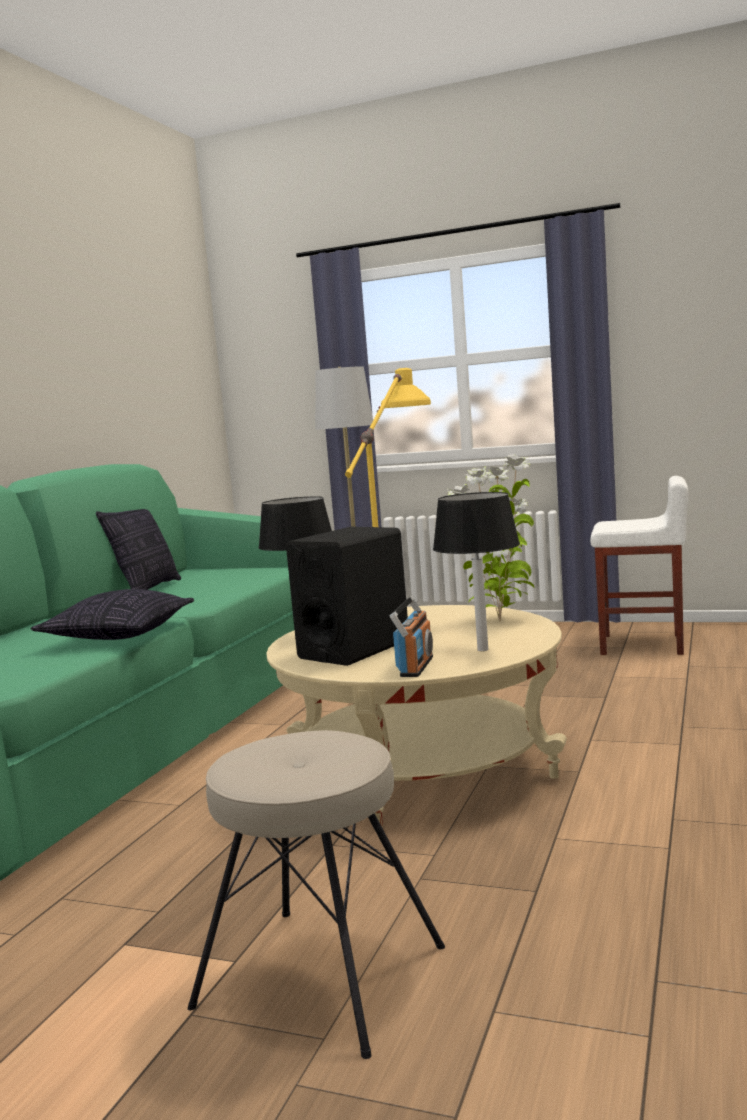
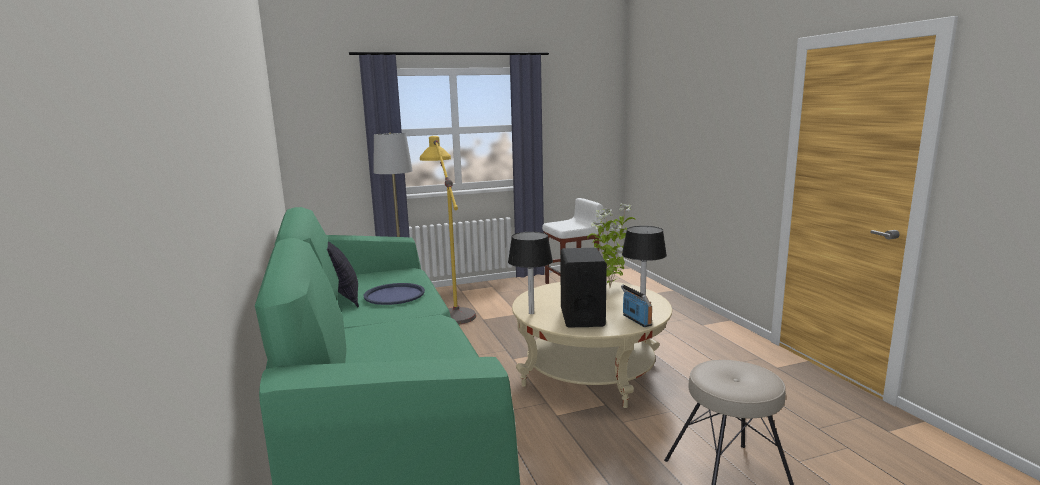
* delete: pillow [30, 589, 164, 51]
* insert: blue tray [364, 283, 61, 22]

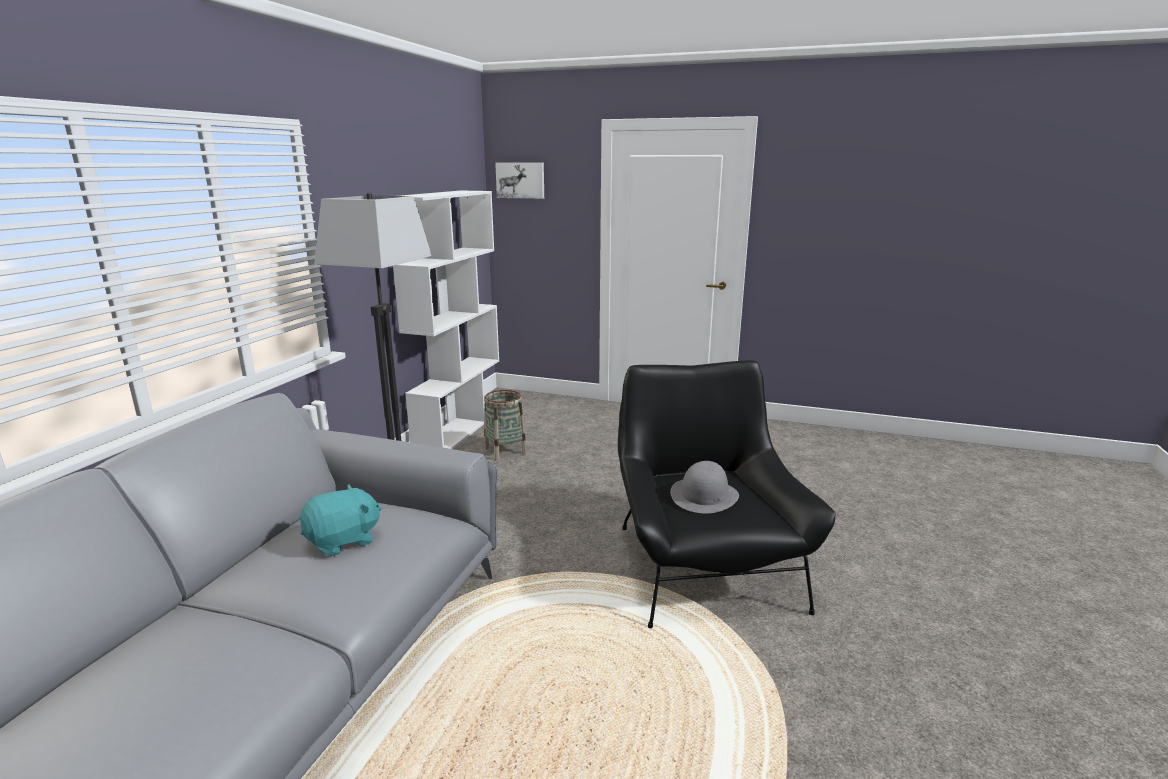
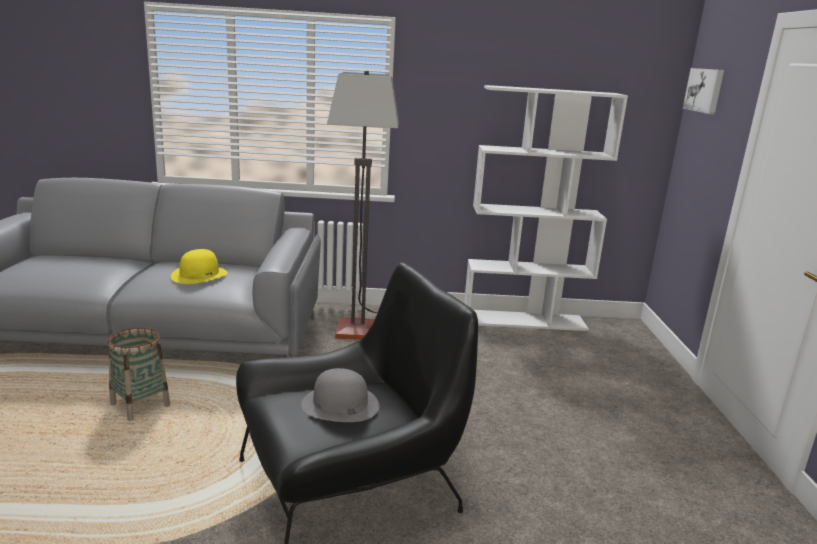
* move: basket [484, 390, 43, 70] to [108, 327, 62, 94]
* replace: turquoise plush toy [300, 484, 82, 72] to yellow hat [171, 249, 56, 35]

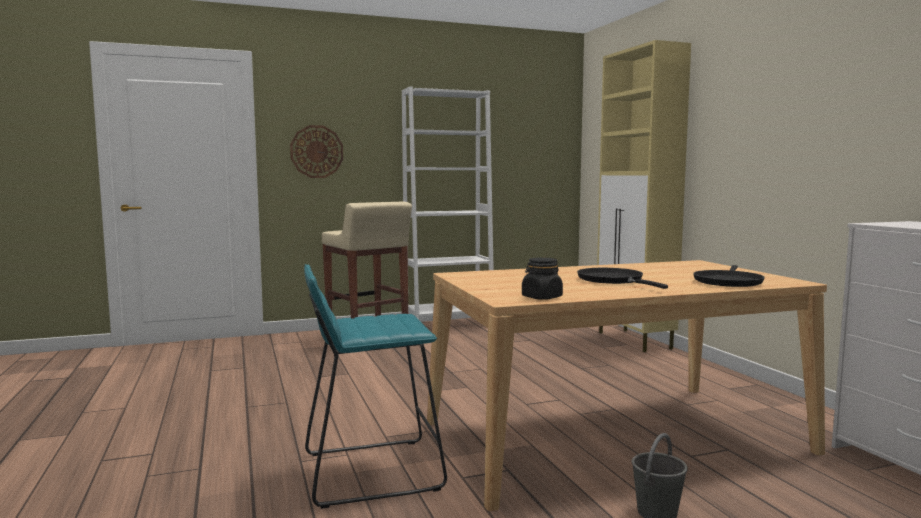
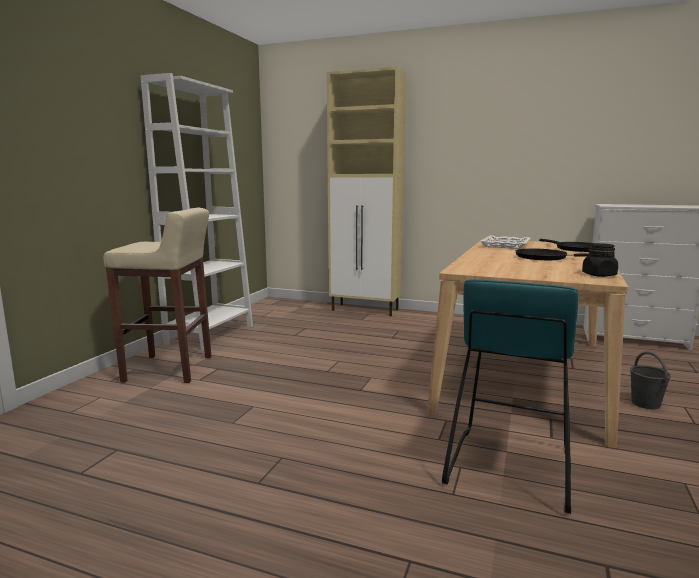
* delete: wall clock [290, 125, 53, 53]
* insert: white tray [480, 235, 51, 14]

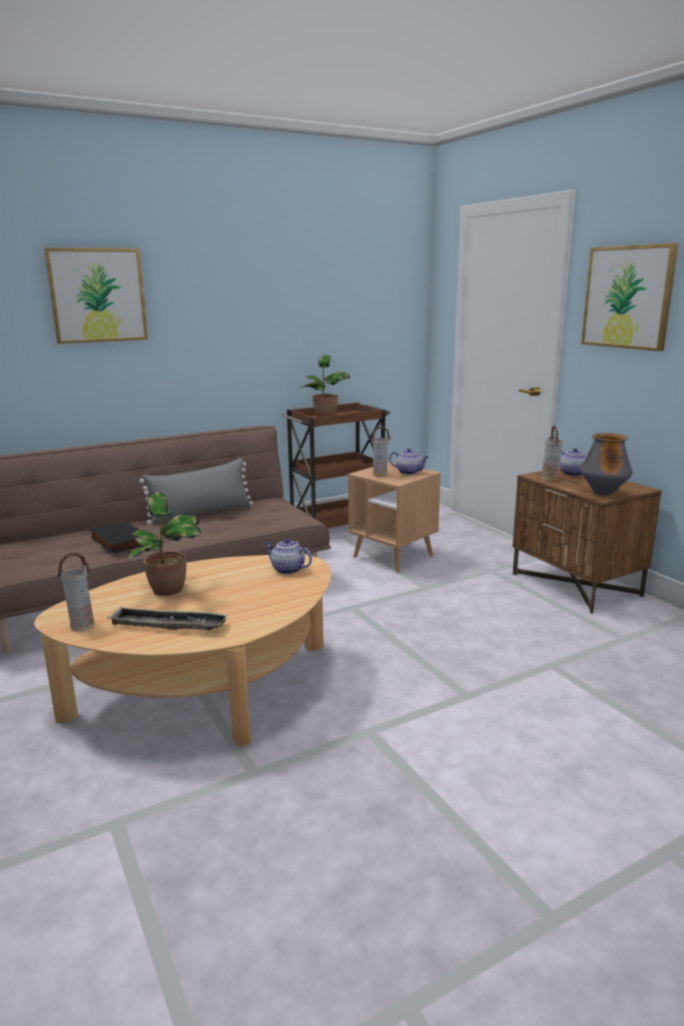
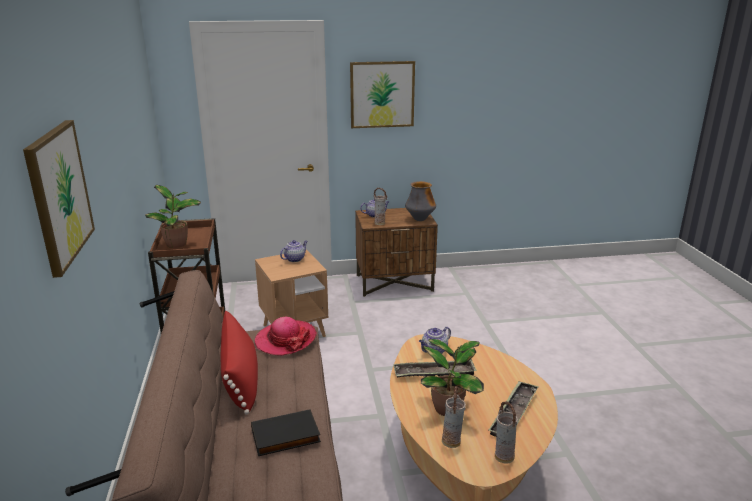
* insert: hat [255, 317, 62, 39]
* insert: tray [393, 359, 84, 19]
* move: vase [371, 426, 20, 51] to [442, 386, 24, 62]
* recolor: grey pillow [139, 458, 114, 67] to red pillow [221, 310, 37, 105]

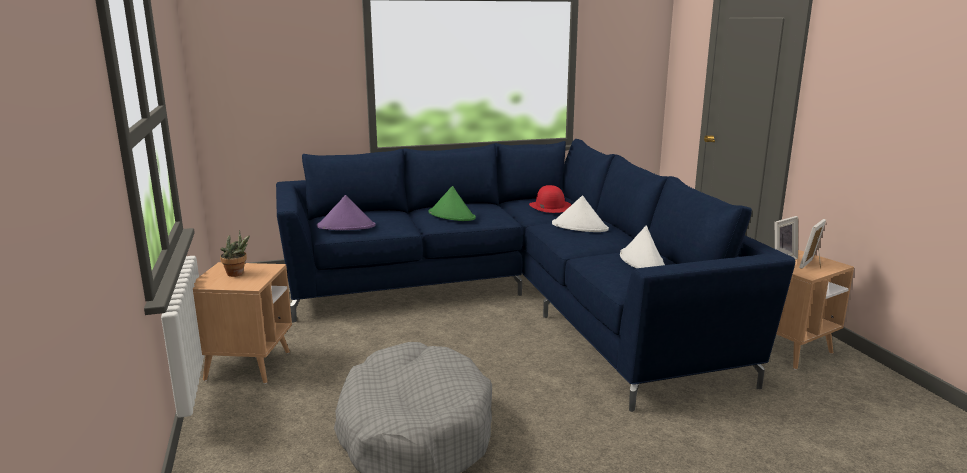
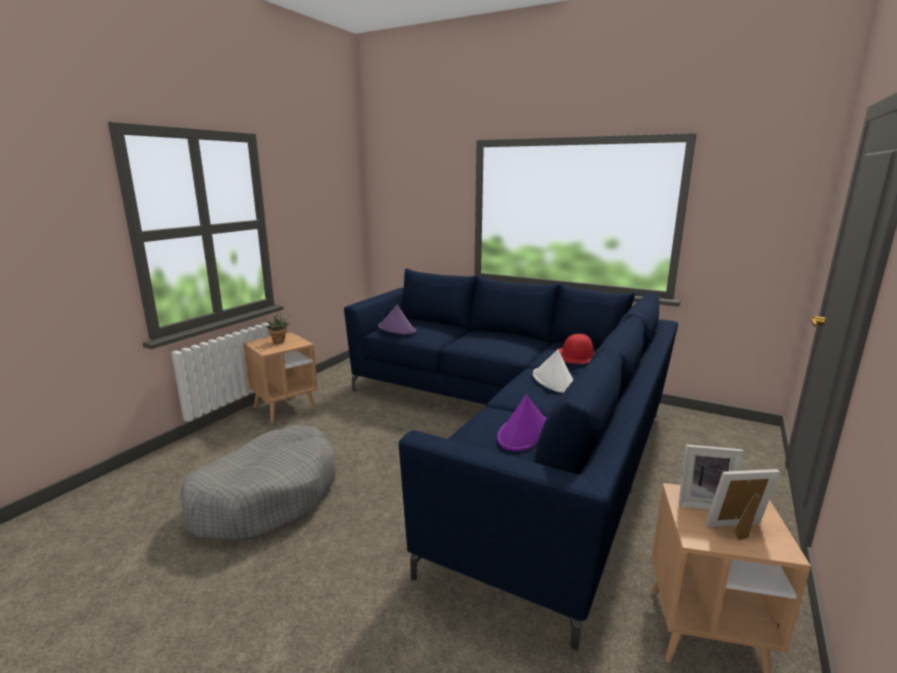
* delete: green hat [429, 186, 47, 35]
* recolor: white hat [620, 226, 45, 42] to purple hat [497, 394, 49, 57]

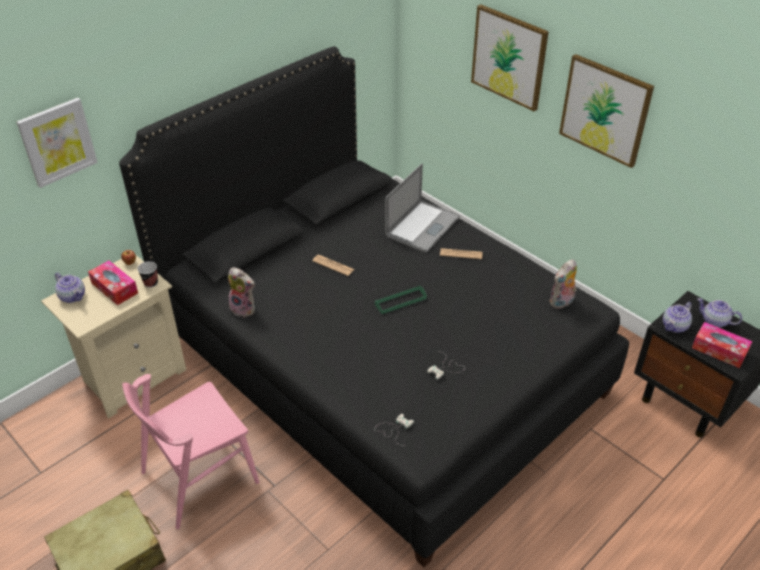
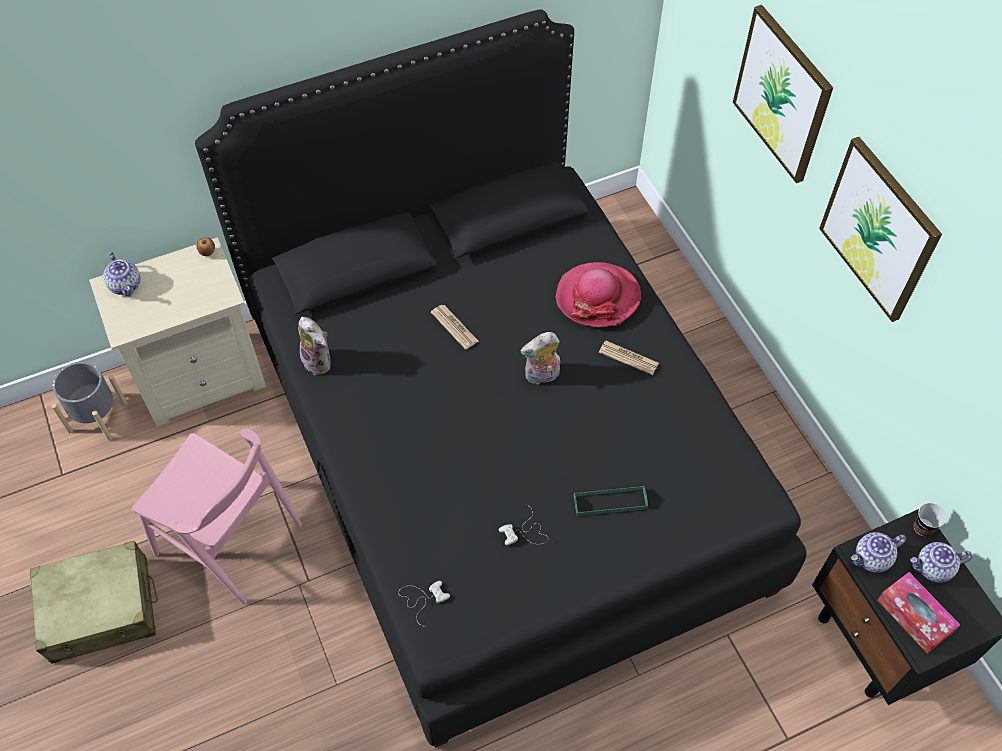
* delete: picture [17, 98, 81, 90]
* delete: tissue box [88, 261, 50, 44]
* insert: grey planter [51, 362, 76, 78]
* move: cup [137, 261, 21, 27] to [914, 503, 32, 33]
* move: green tray [375, 286, 52, 28] to [574, 486, 74, 30]
* move: plush toy [549, 259, 28, 50] to [520, 332, 40, 53]
* replace: laptop [385, 164, 75, 89] to hat [556, 262, 85, 65]
* rotate: pink chair [122, 374, 137, 155] = [132, 428, 170, 176] 135 degrees counterclockwise
* rotate: teapot [697, 298, 45, 30] = [910, 542, 62, 41] 60 degrees counterclockwise

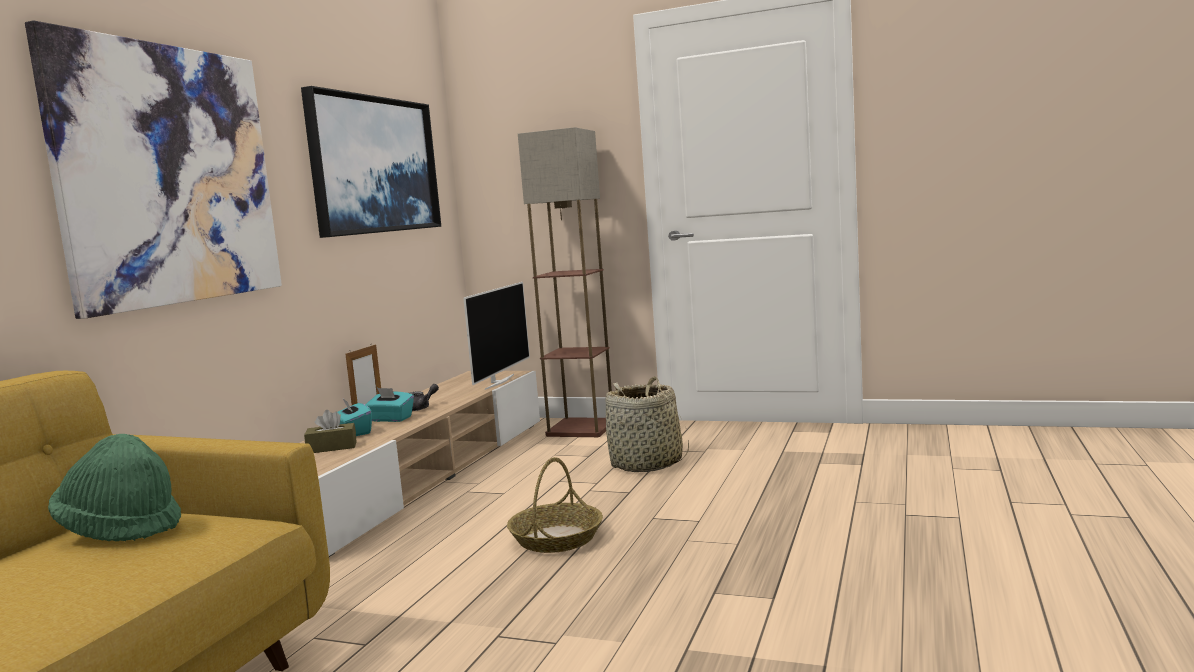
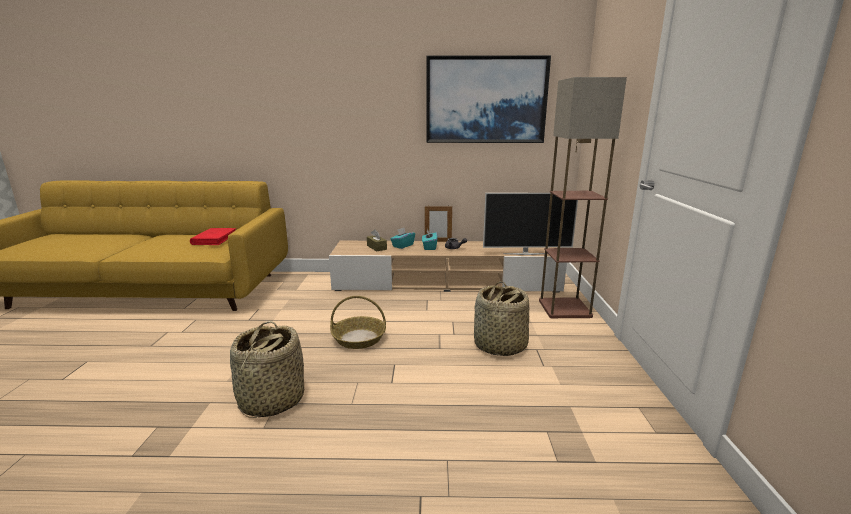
* delete: picture [25, 20, 257, 299]
* insert: basket [230, 321, 74, 97]
* replace: green hat [48, 434, 133, 108] to red book [190, 228, 46, 17]

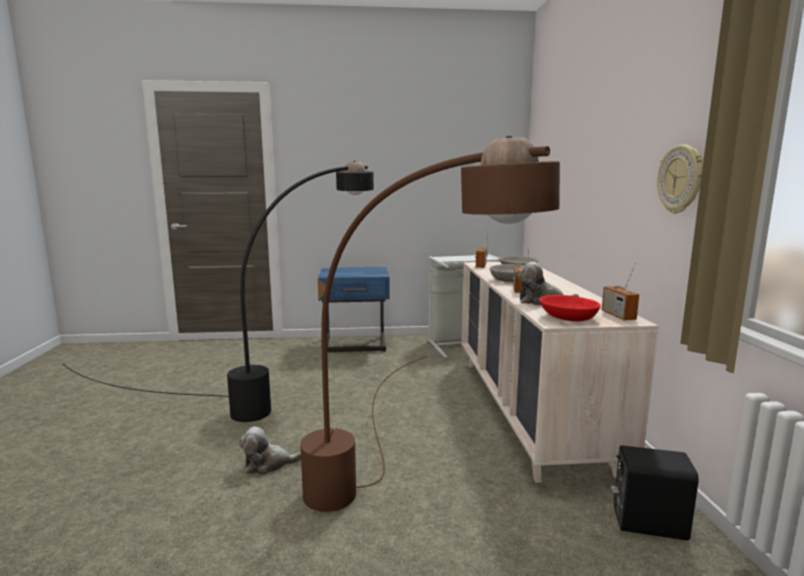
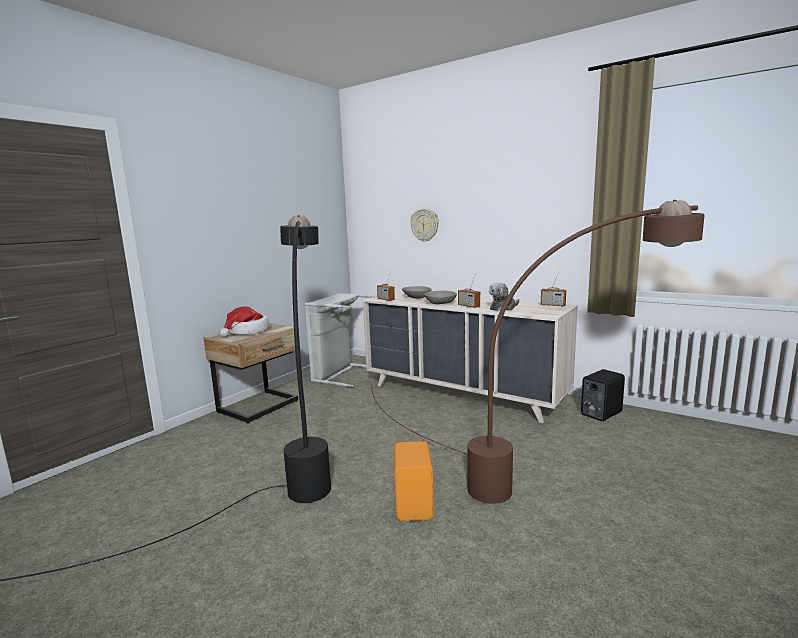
* delete: red bowl [539, 295, 62, 26]
* insert: hat [219, 306, 51, 31]
* move: wall clock [657, 145, 46, 69] to [410, 208, 29, 34]
* replace: plush toy [239, 427, 62, 48] to orange speaker [394, 441, 40, 80]
* recolor: blue nightstand [318, 267, 72, 85] to beige nightstand [203, 323, 97, 101]

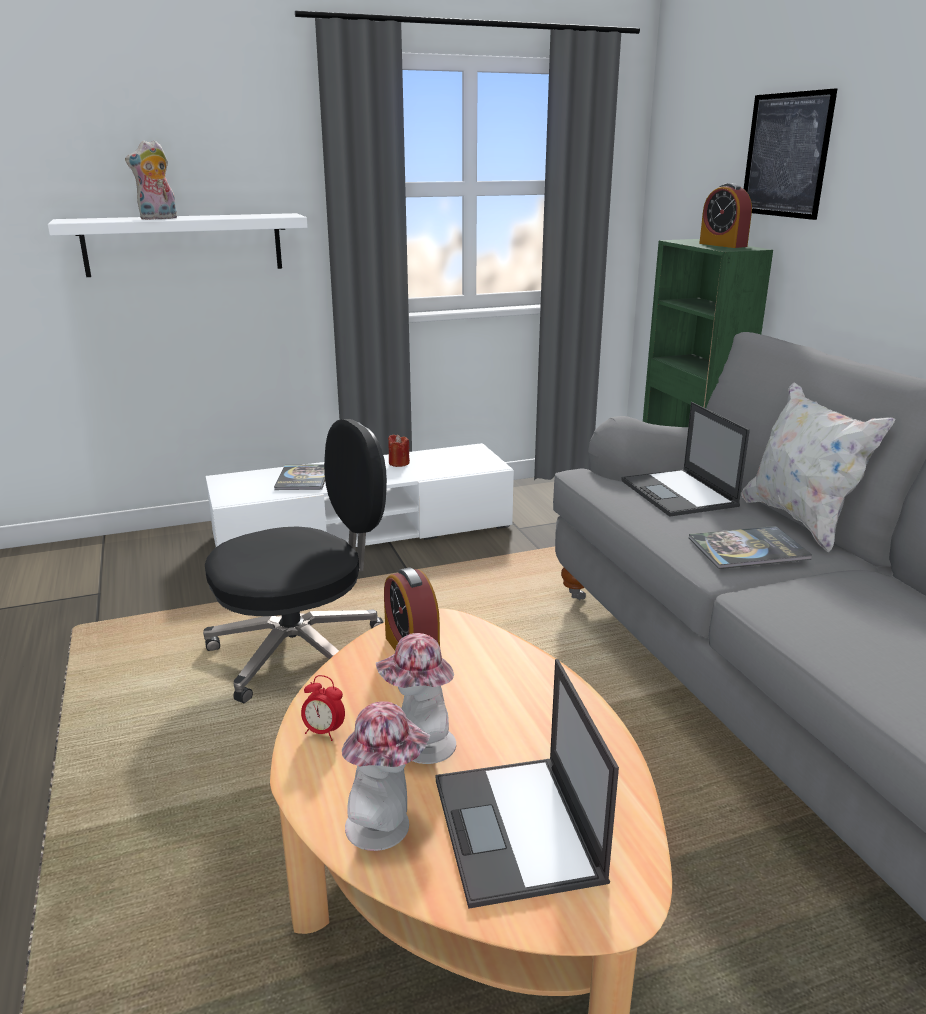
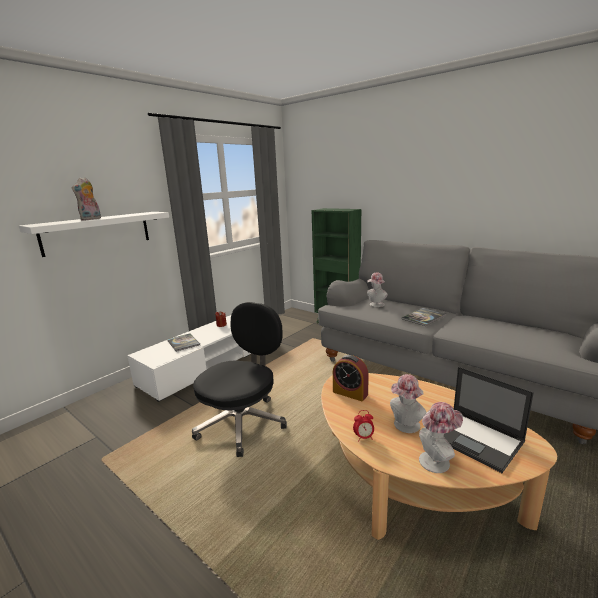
* delete: alarm clock [699, 183, 53, 65]
* delete: white pillow [741, 382, 154, 170]
* delete: picture [744, 88, 94, 132]
* replace: laptop [622, 402, 128, 115] to hat [367, 272, 21, 35]

